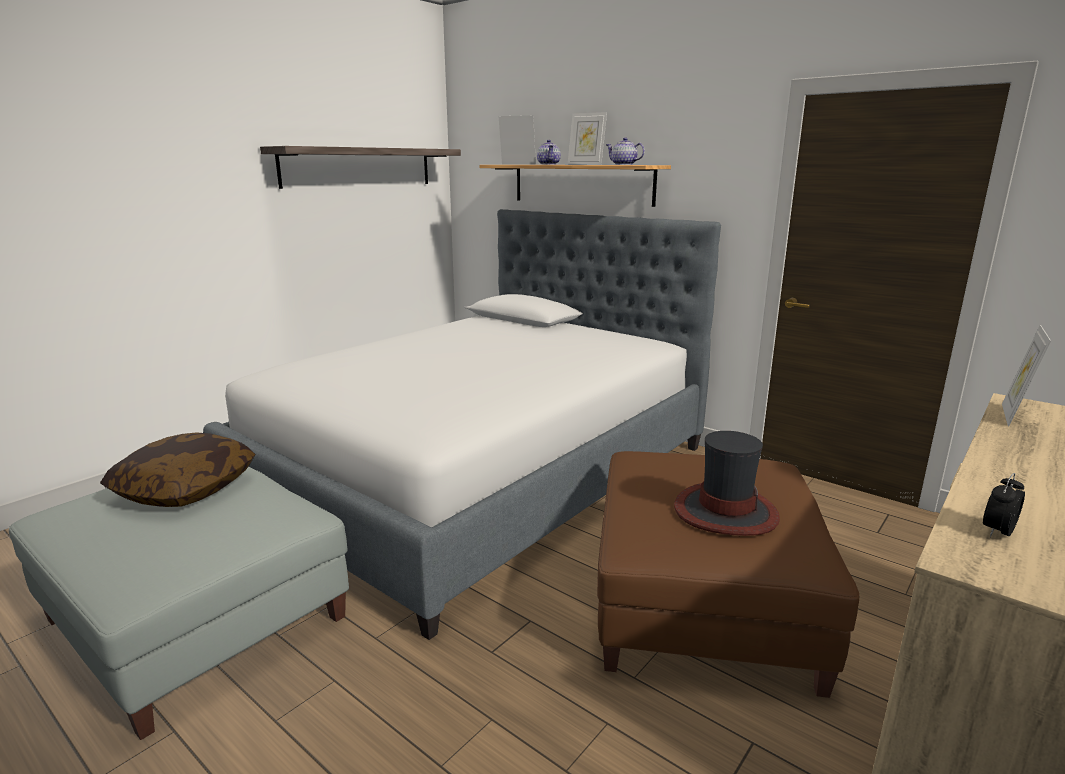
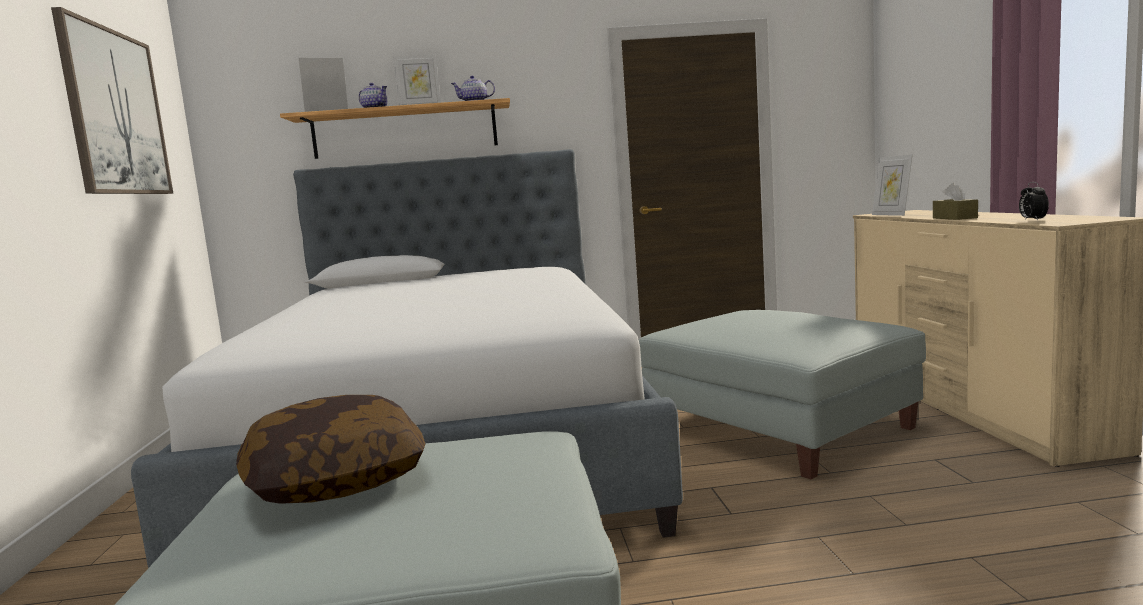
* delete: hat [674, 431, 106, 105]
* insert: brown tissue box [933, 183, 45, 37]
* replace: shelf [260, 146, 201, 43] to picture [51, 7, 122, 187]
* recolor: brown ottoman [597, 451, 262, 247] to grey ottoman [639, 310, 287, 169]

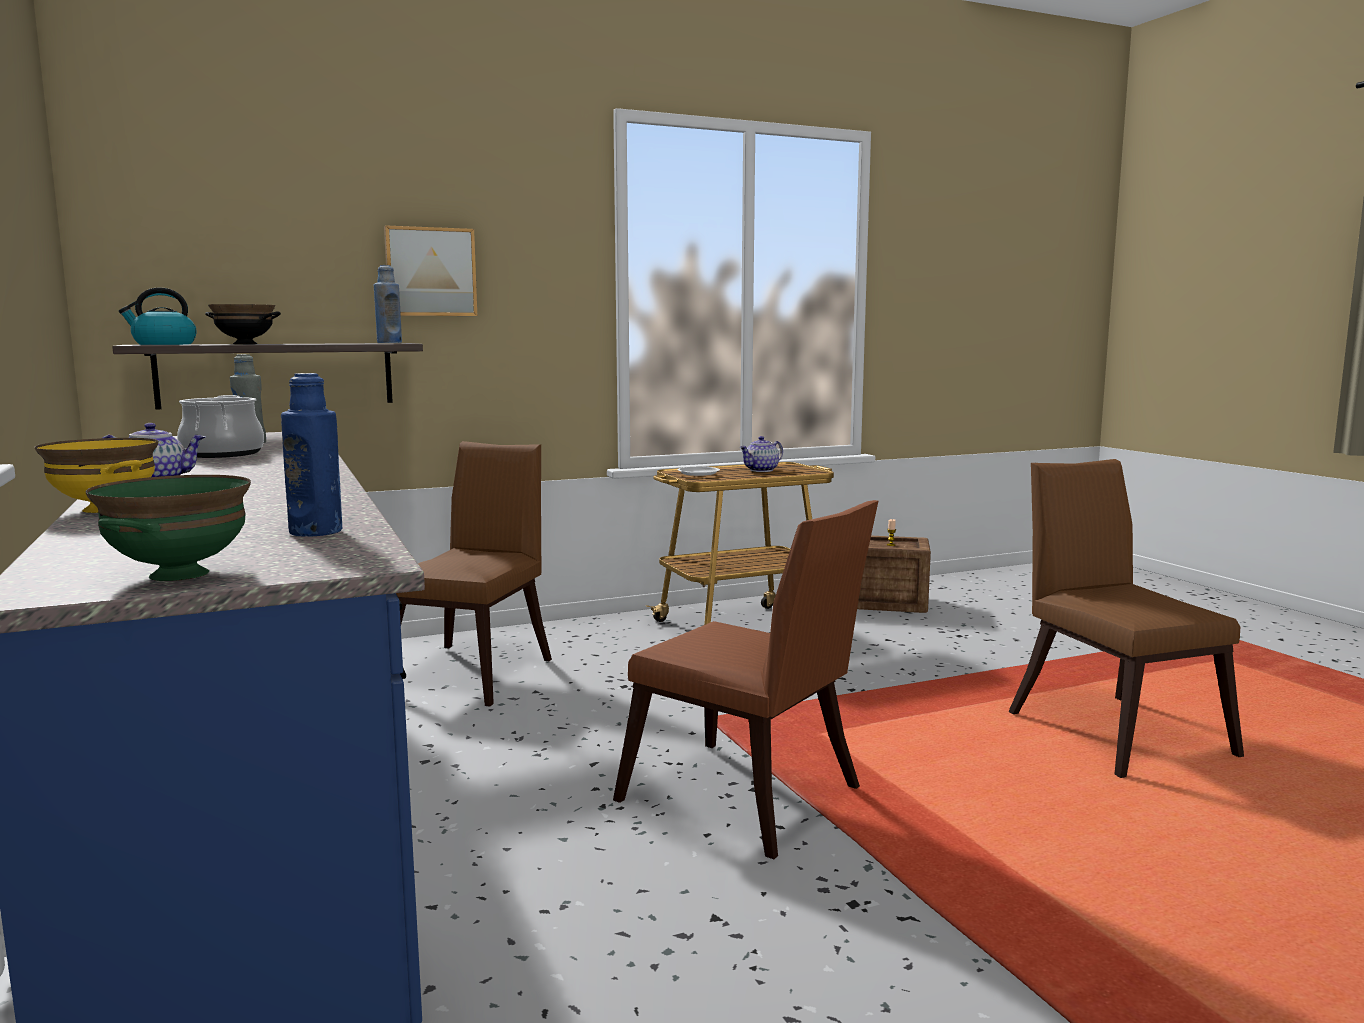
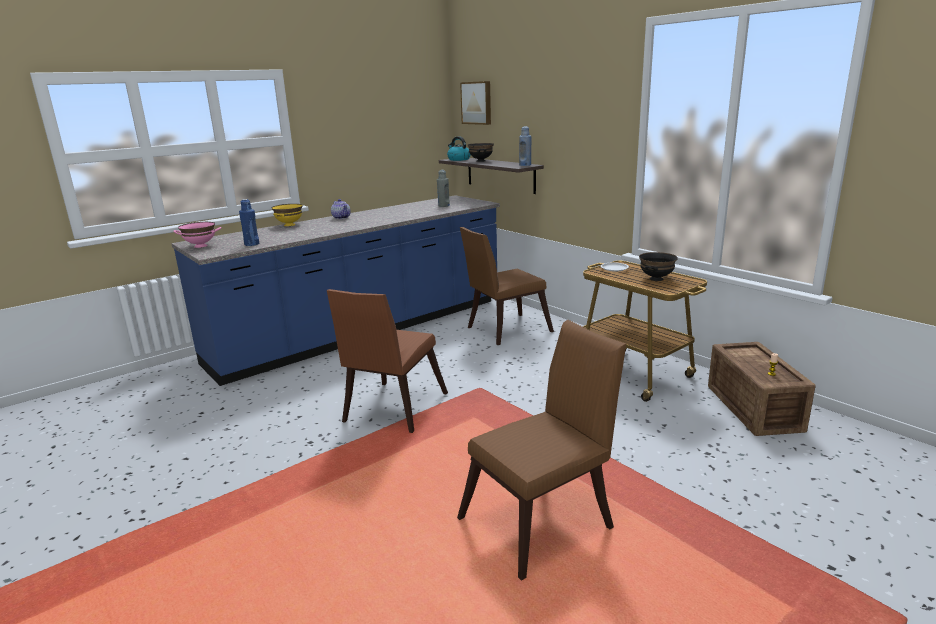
* delete: cooking pot [177, 395, 87, 63]
* move: picture [384, 225, 93, 91] to [460, 81, 31, 44]
* replace: teapot [739, 436, 44, 36] to black bowl [639, 252, 39, 29]
* recolor: green bowl [85, 475, 166, 106] to pink bowl [173, 222, 48, 26]
* rotate: brown chair [396, 441, 156, 265] = [460, 227, 94, 118] 150 degrees clockwise

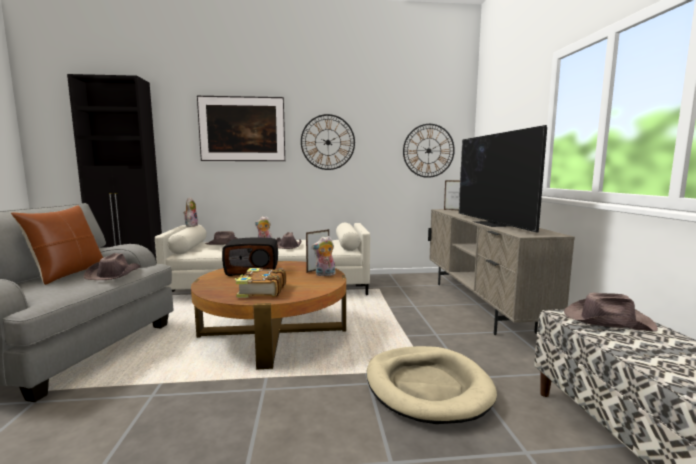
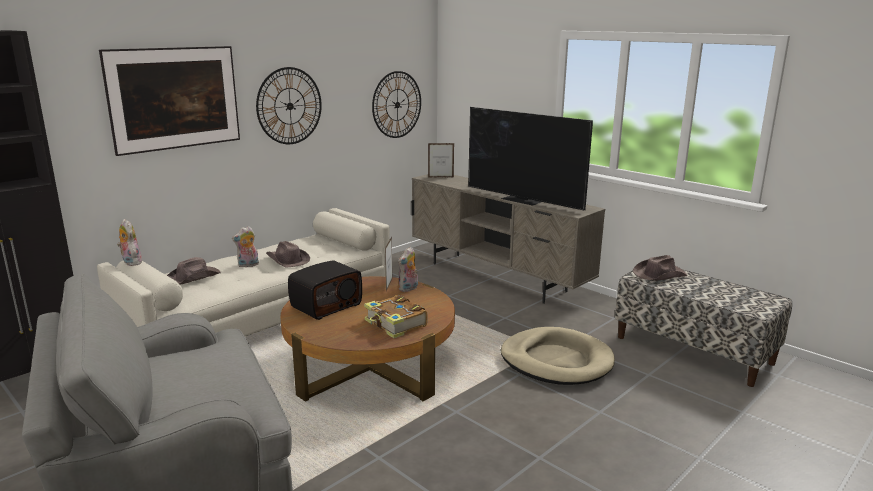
* delete: brown pillow [11, 205, 92, 80]
* delete: brown hat [84, 253, 57, 27]

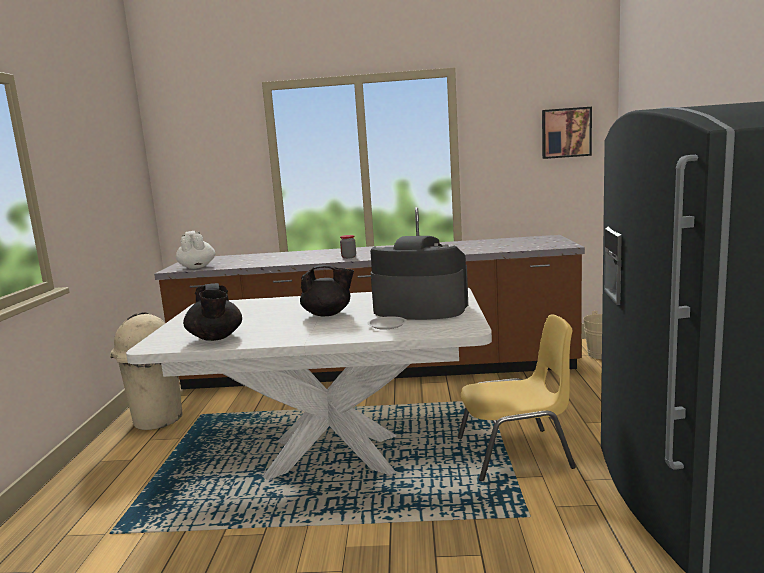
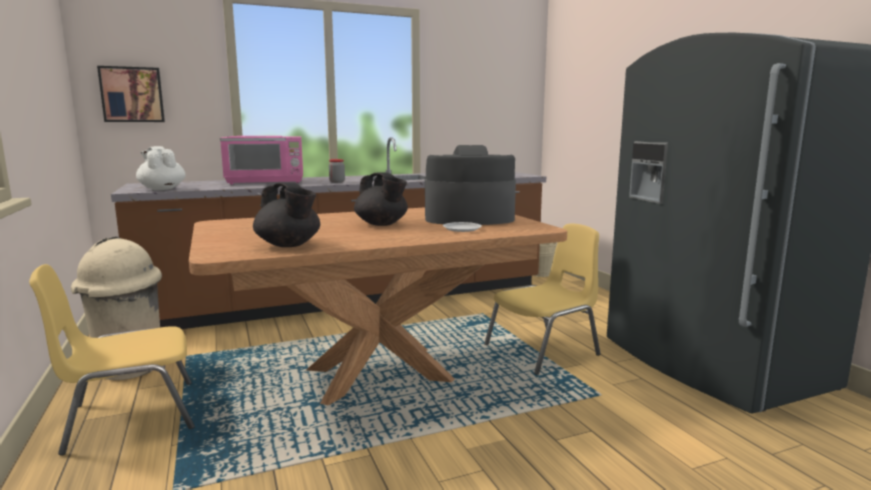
* insert: yellow chair [29, 264, 166, 192]
* insert: pink microwave [220, 136, 83, 49]
* move: picture [542, 107, 50, 52] to [97, 66, 68, 56]
* recolor: white dining table [126, 288, 366, 192] to brown dining table [189, 207, 378, 198]
* rotate: black teapot [300, 265, 54, 52] = [354, 172, 54, 54] 75 degrees clockwise

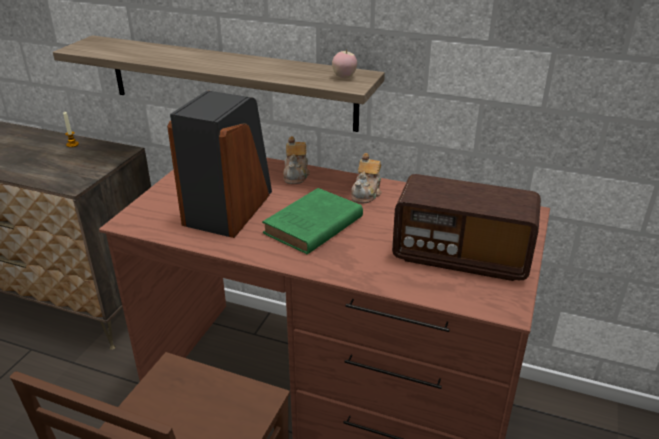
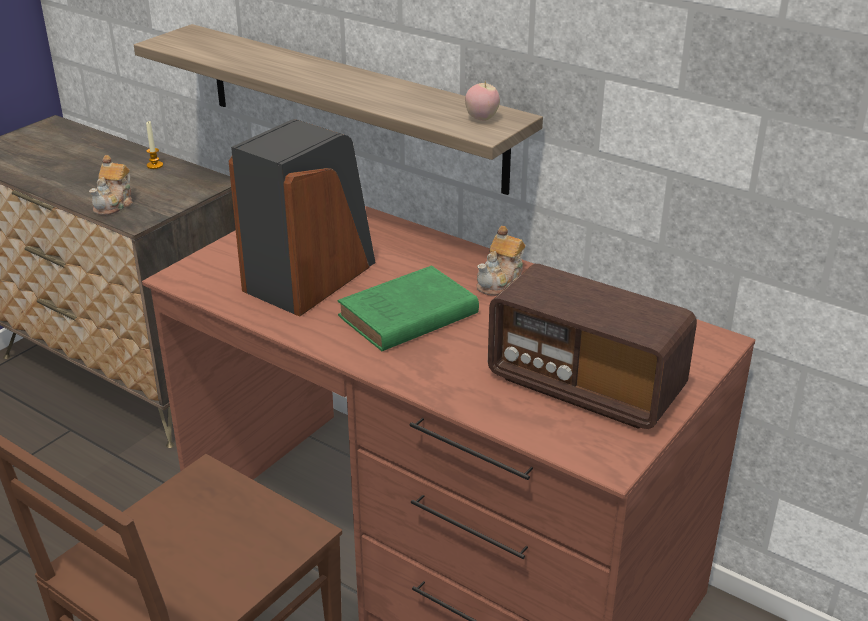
* move: teapot [283, 136, 27, 48] to [89, 155, 44, 60]

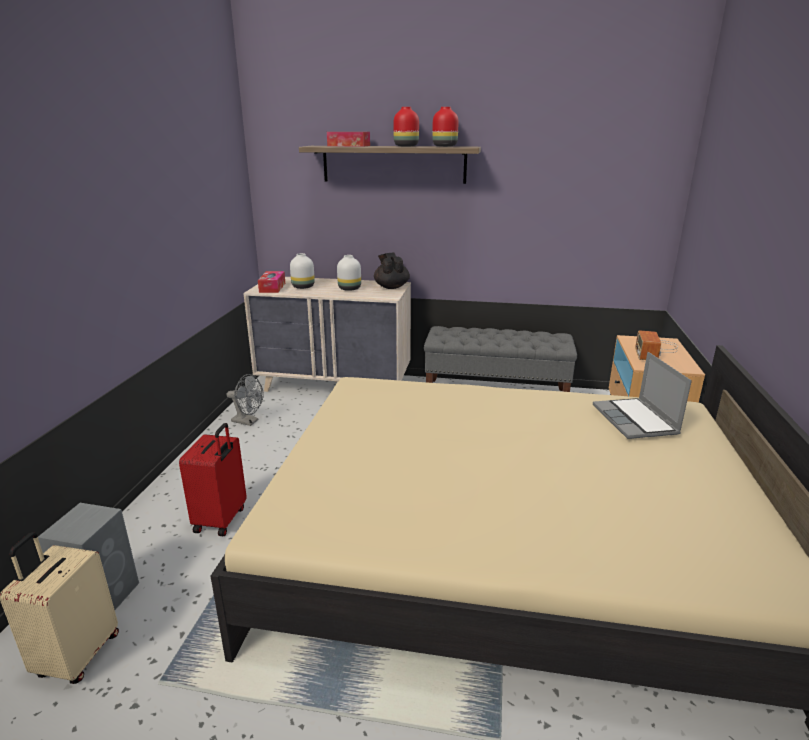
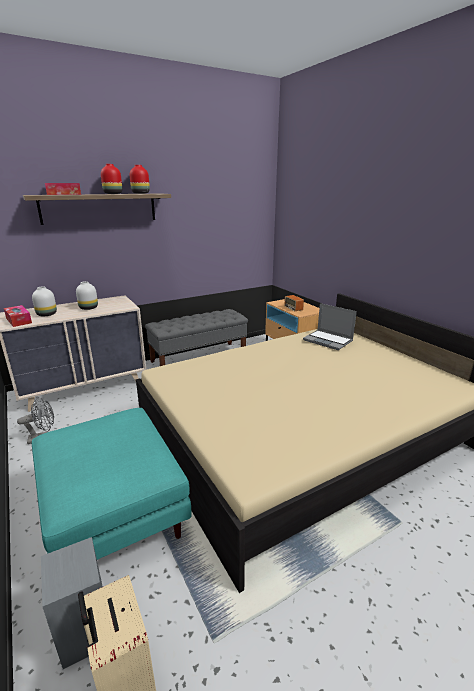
* delete: black teapot [374, 252, 36, 37]
* replace: red suitcase [179, 423, 68, 113] to turquoise ottoman [32, 408, 159, 152]

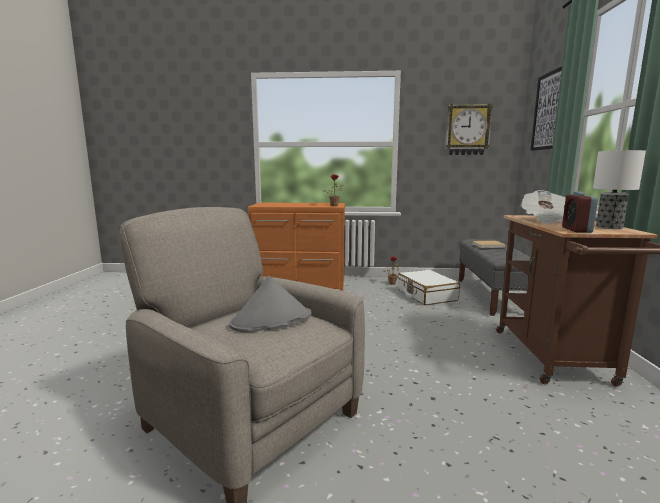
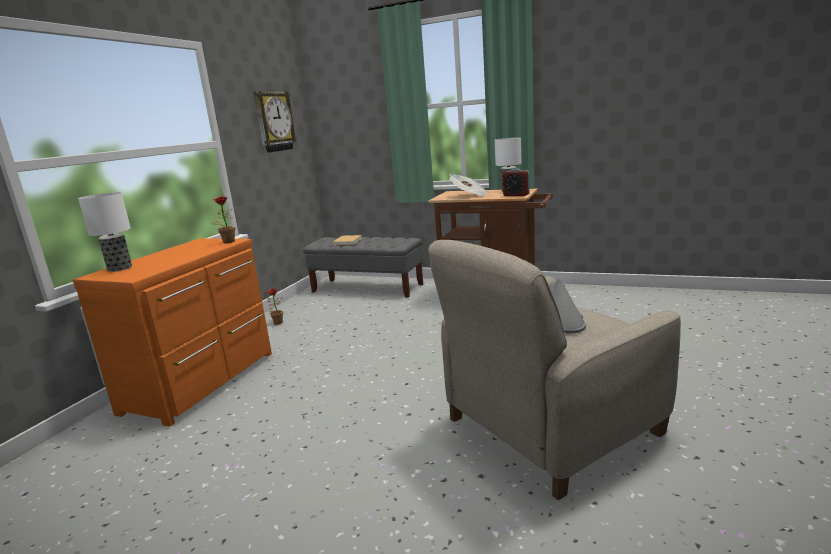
* delete: white suitcase [398, 270, 62, 35]
* delete: picture [531, 66, 31, 85]
* insert: table lamp [78, 192, 54, 80]

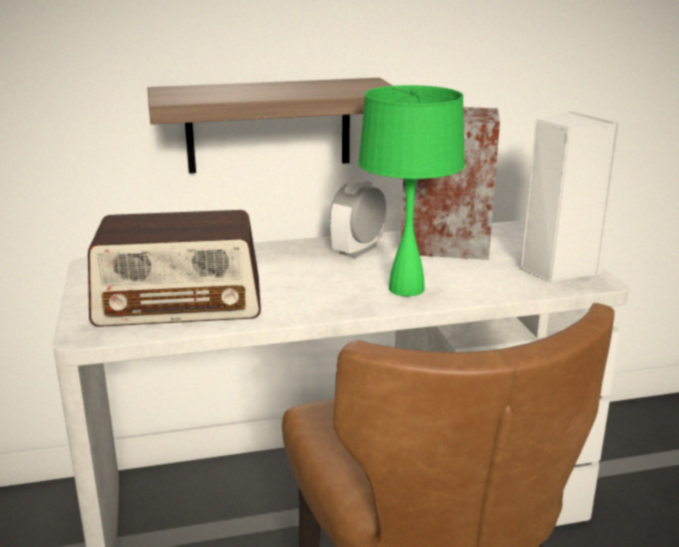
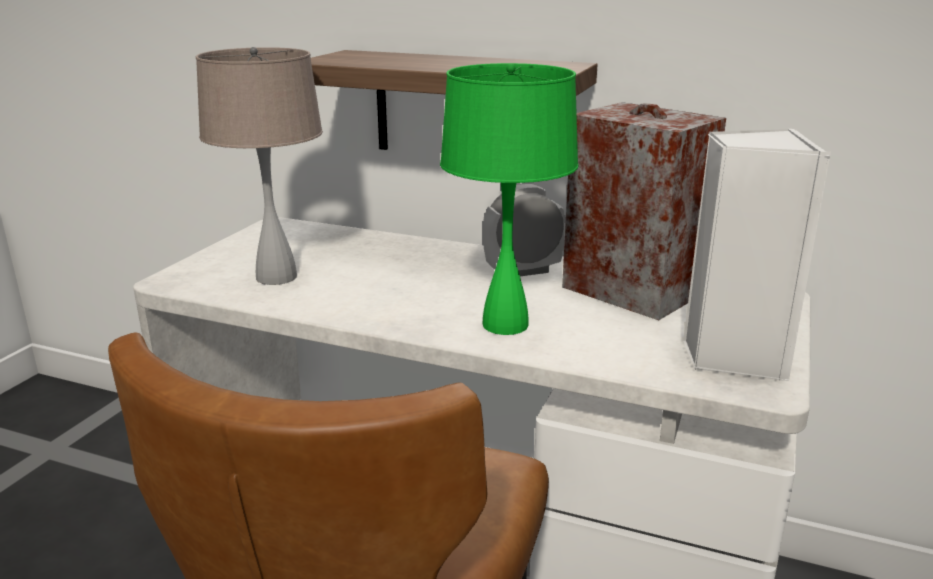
* replace: radio [88, 210, 173, 117] to beige table lamp [196, 47, 127, 238]

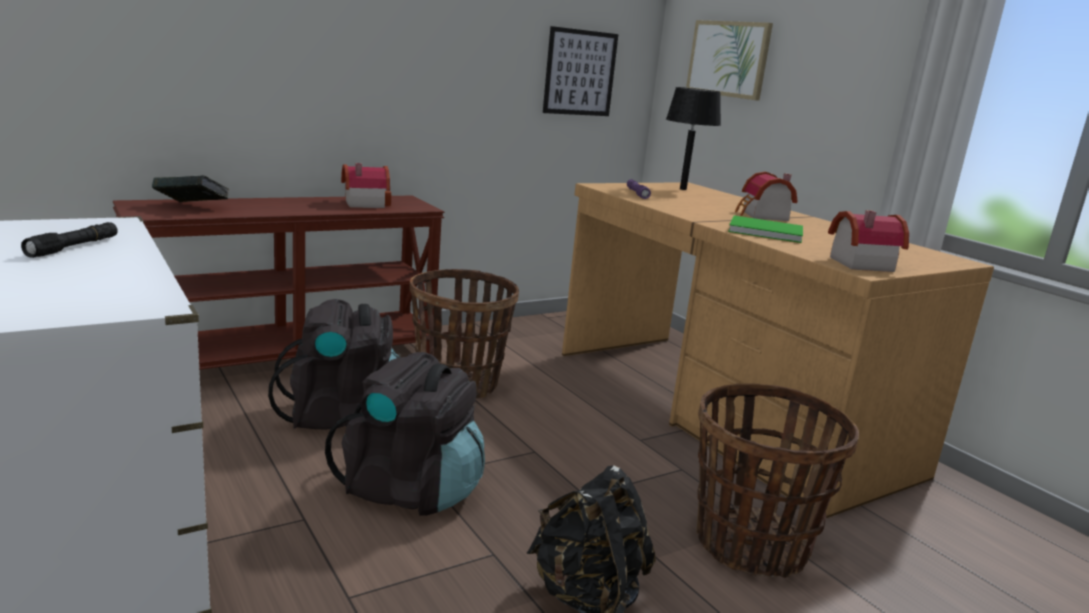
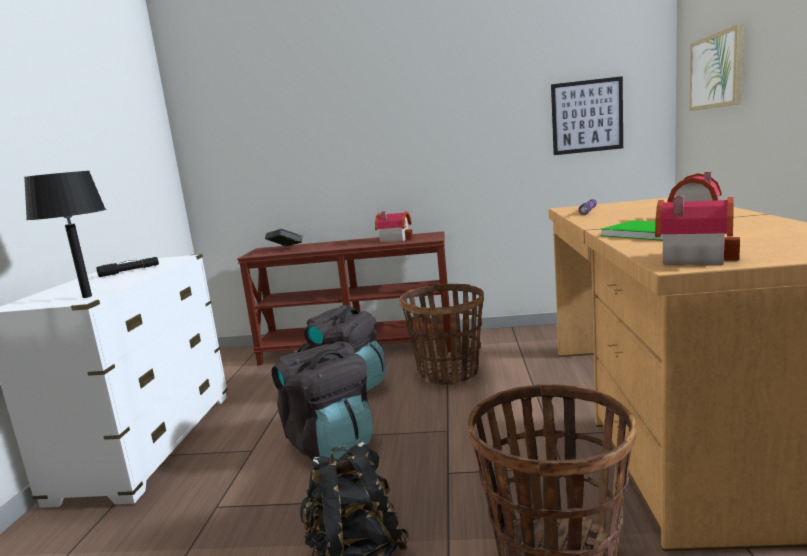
* move: black table lamp [666, 87, 55, 103] to [24, 171, 82, 127]

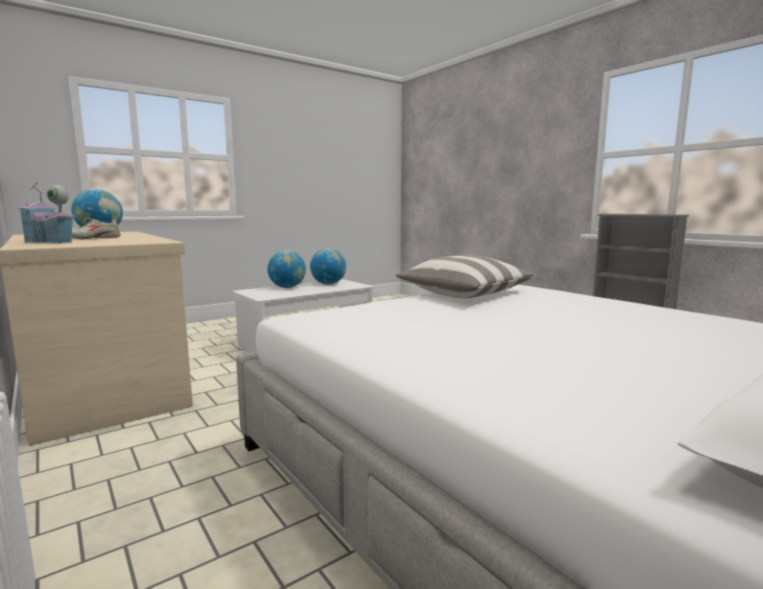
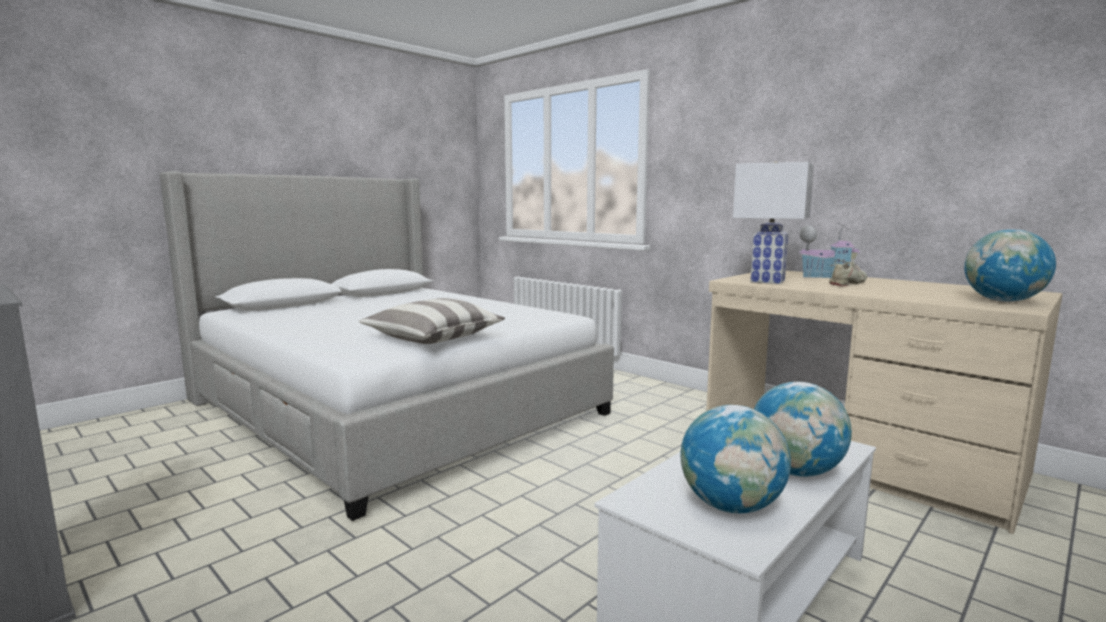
* insert: white table lamp [733, 161, 81, 123]

